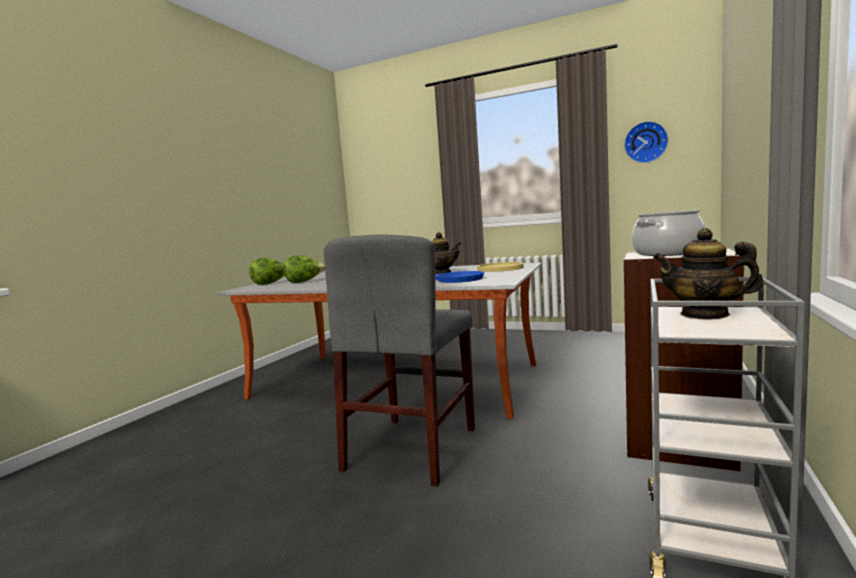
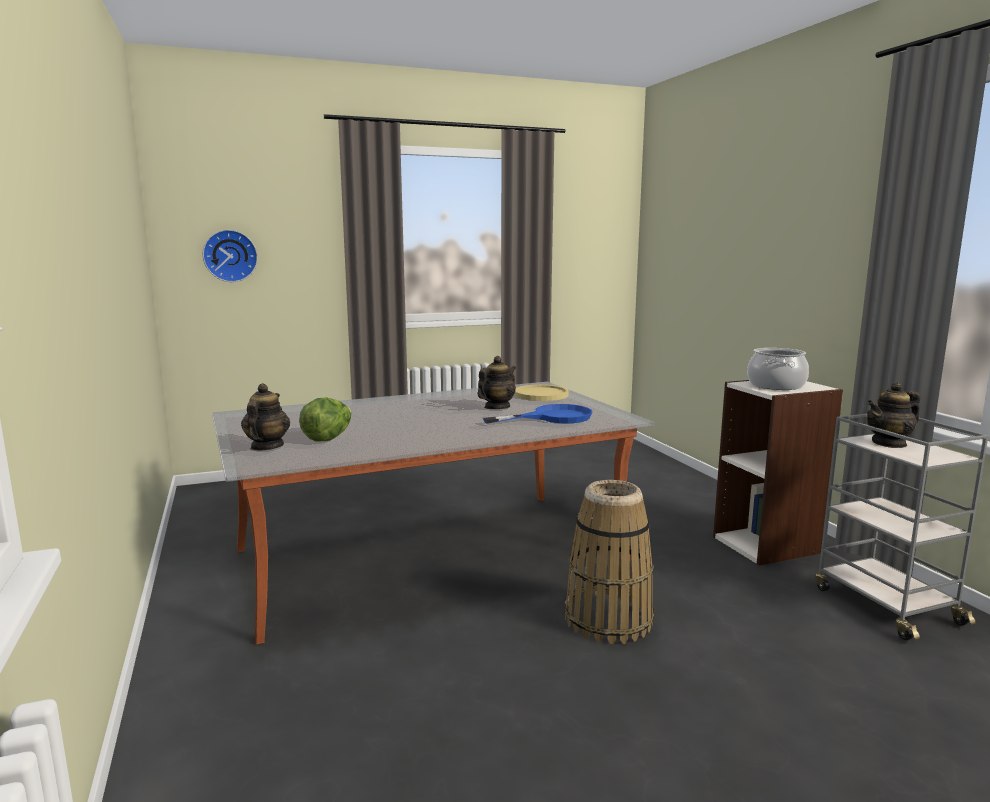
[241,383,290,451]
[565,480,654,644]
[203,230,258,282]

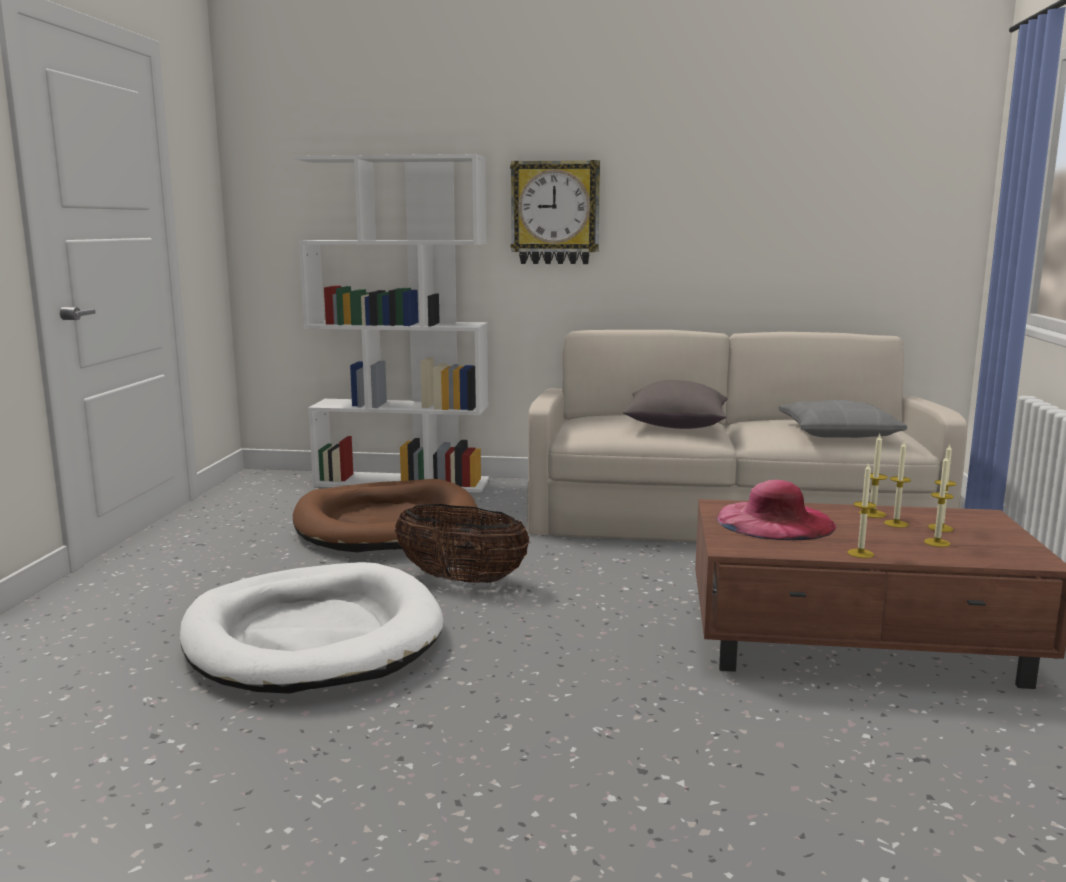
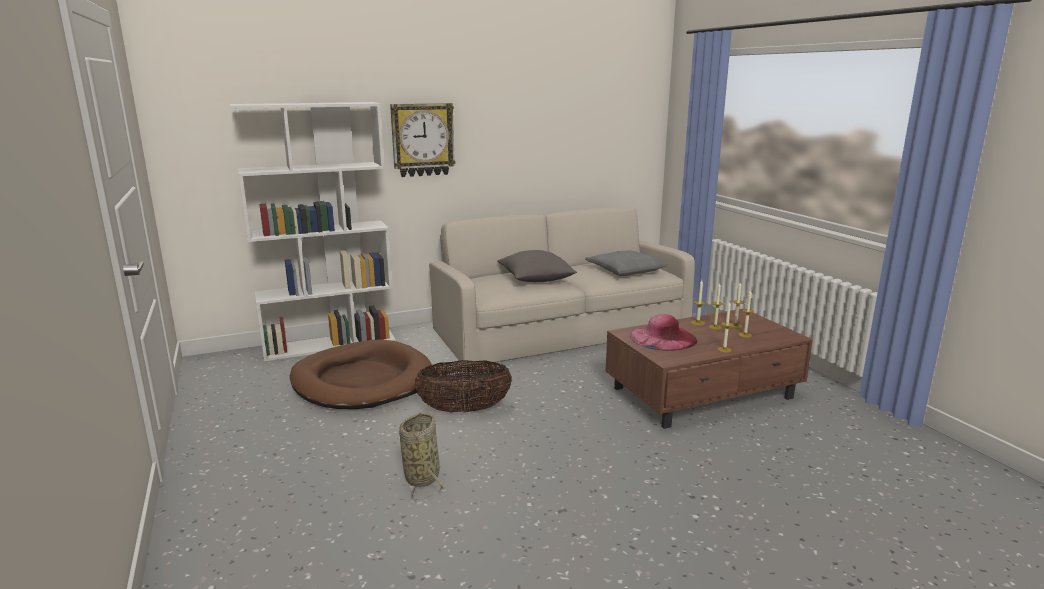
[399,412,446,500]

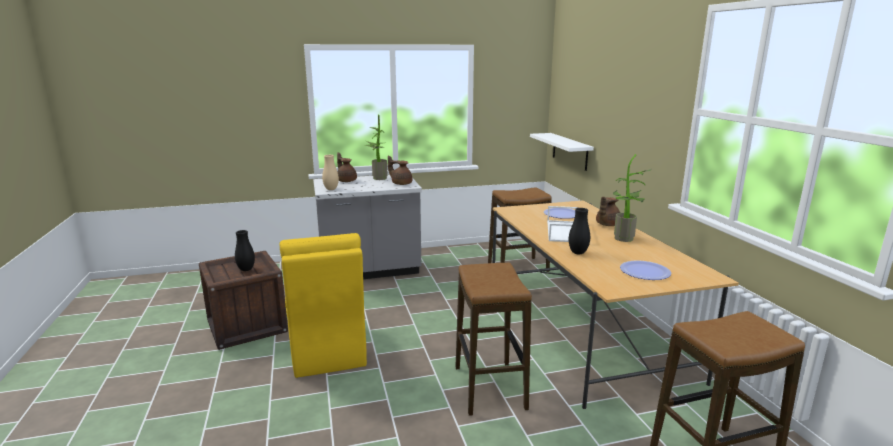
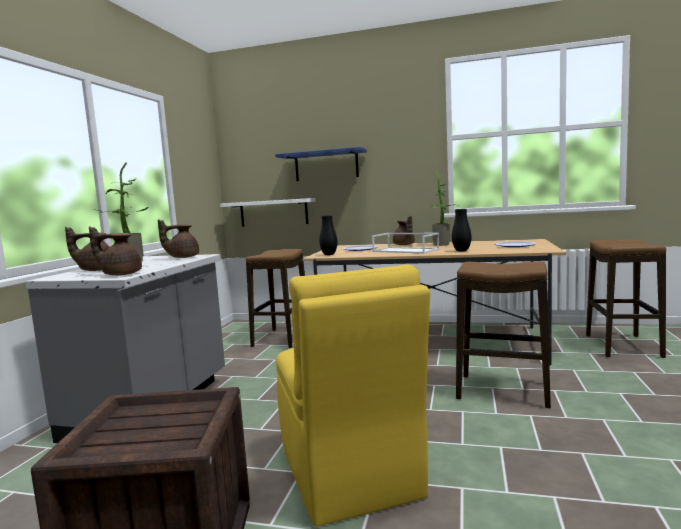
[319,215,337,255]
[276,264,430,527]
[89,226,142,275]
[275,147,367,181]

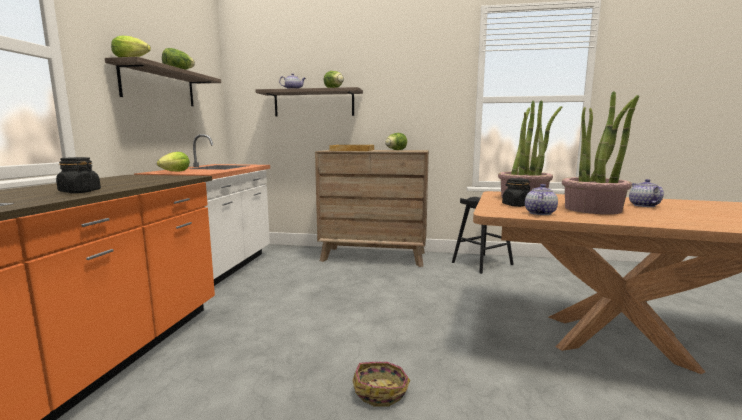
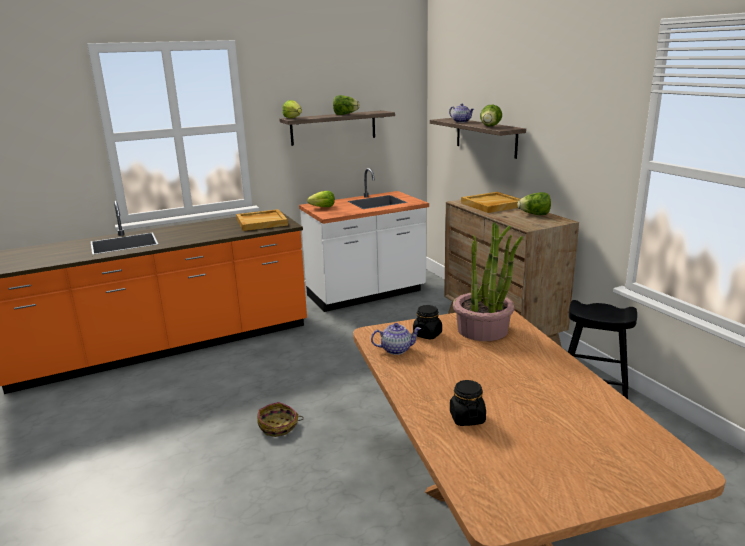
[450,380,486,426]
[562,91,639,214] (first image)
[629,179,664,207] (first image)
[236,209,288,231]

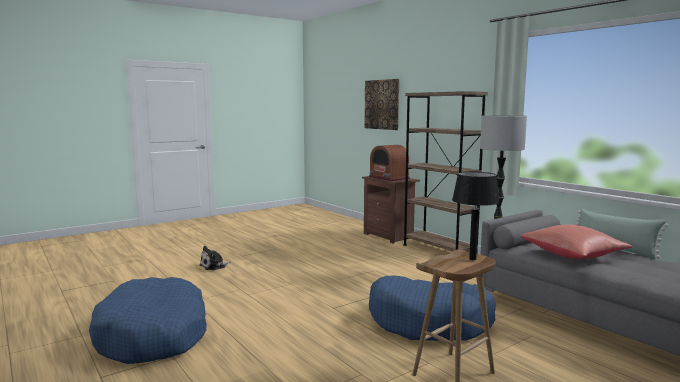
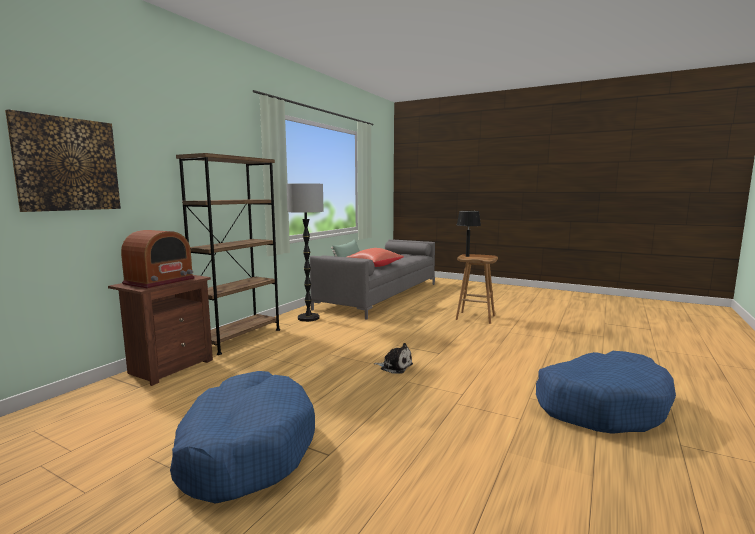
[374,343,413,374]
[170,371,315,504]

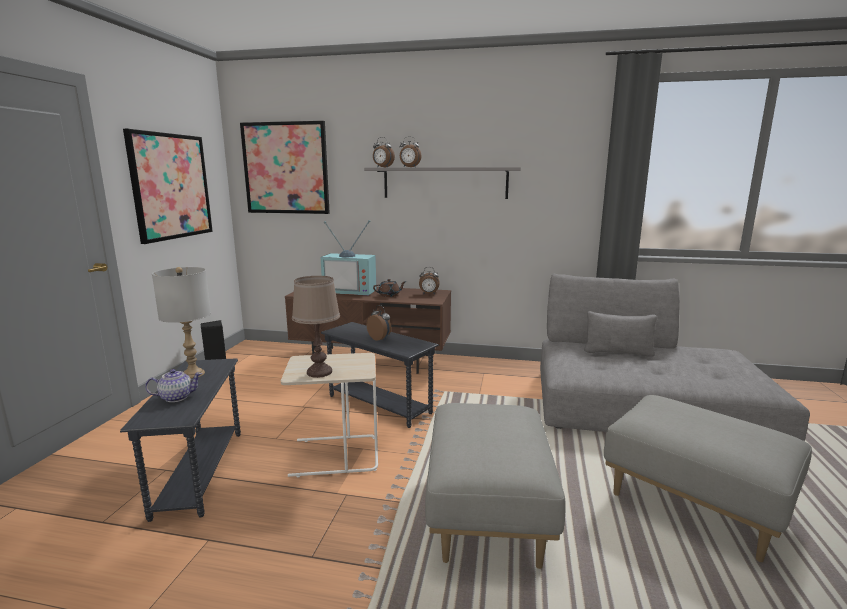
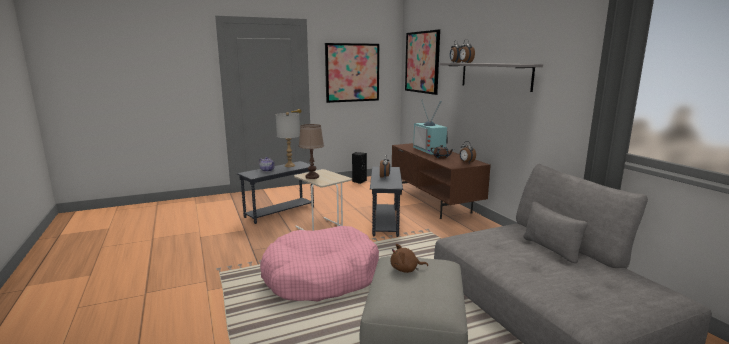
[260,226,379,301]
[391,244,428,273]

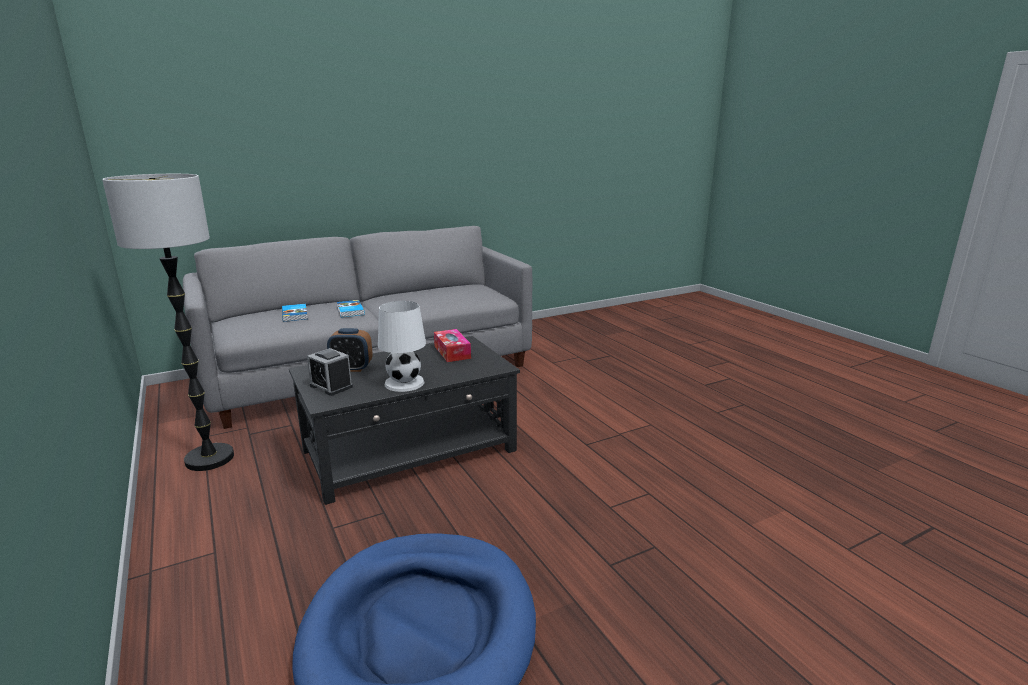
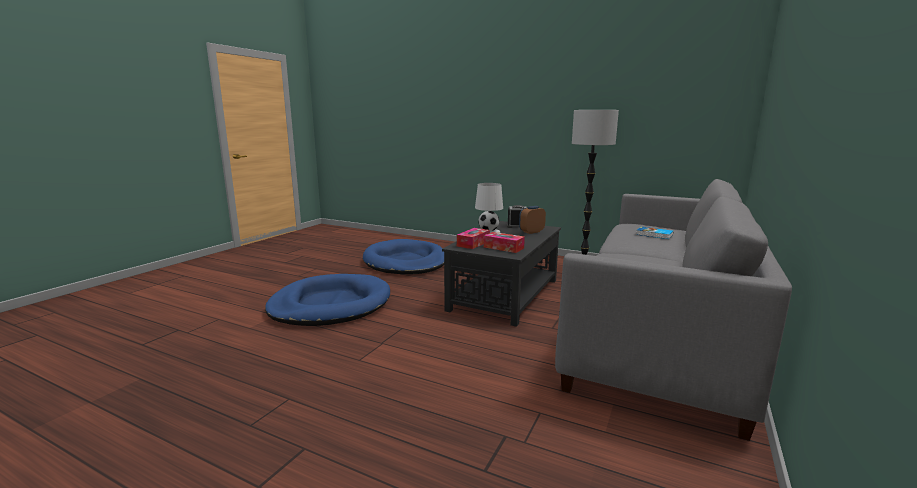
[337,300,365,317] (first image)
[265,274,390,326]
[457,228,490,249]

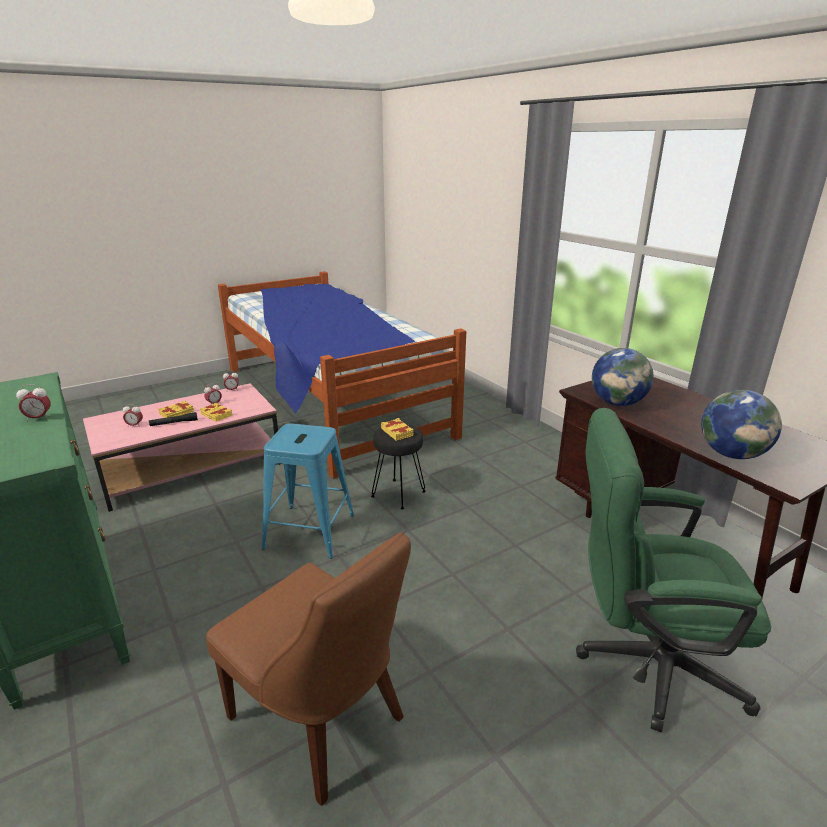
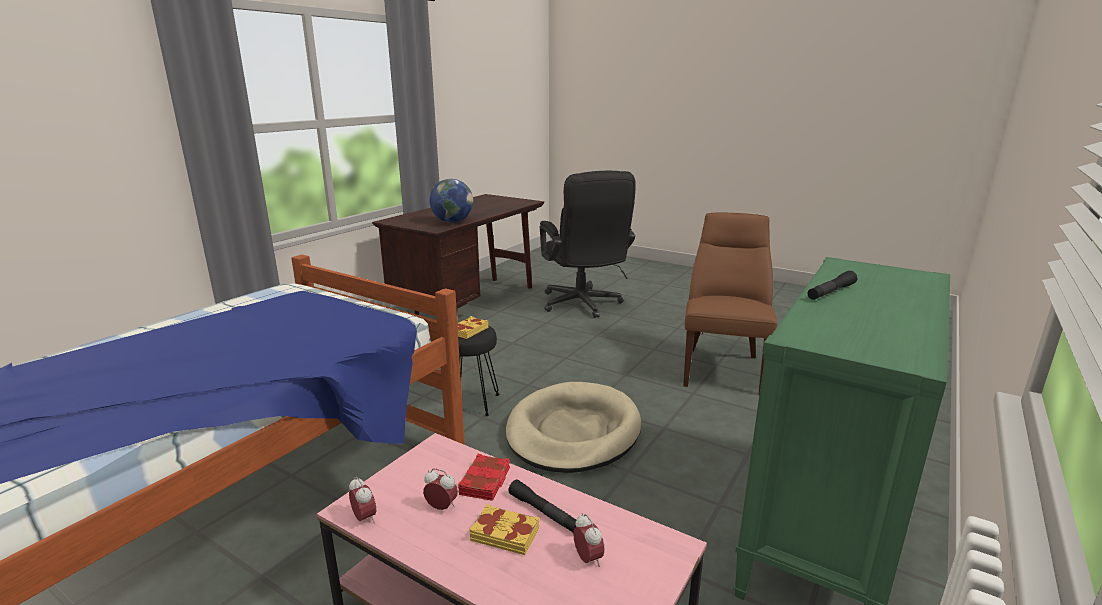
[807,271,857,300]
[458,454,510,501]
[506,382,642,473]
[540,171,636,318]
[701,390,782,459] (first image)

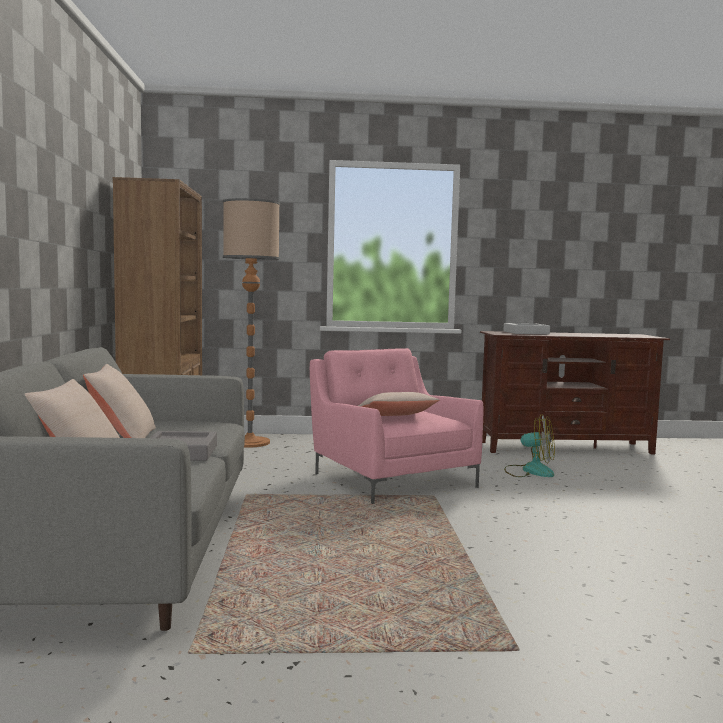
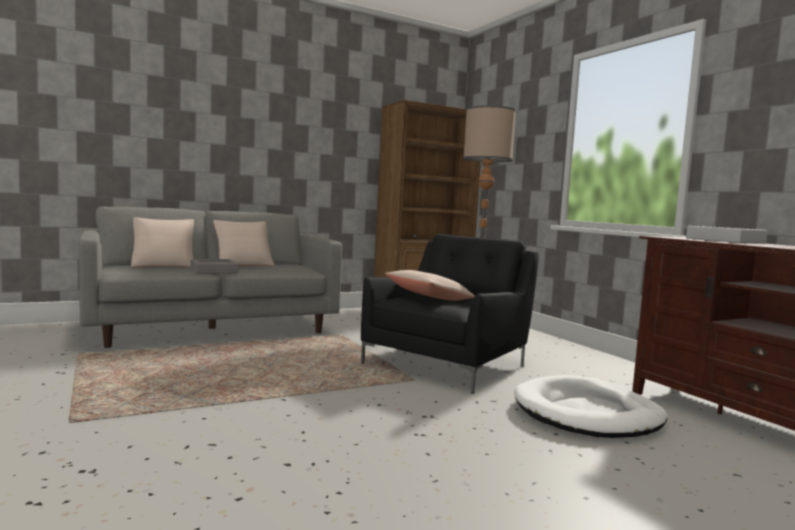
[361,234,539,394]
[514,375,668,438]

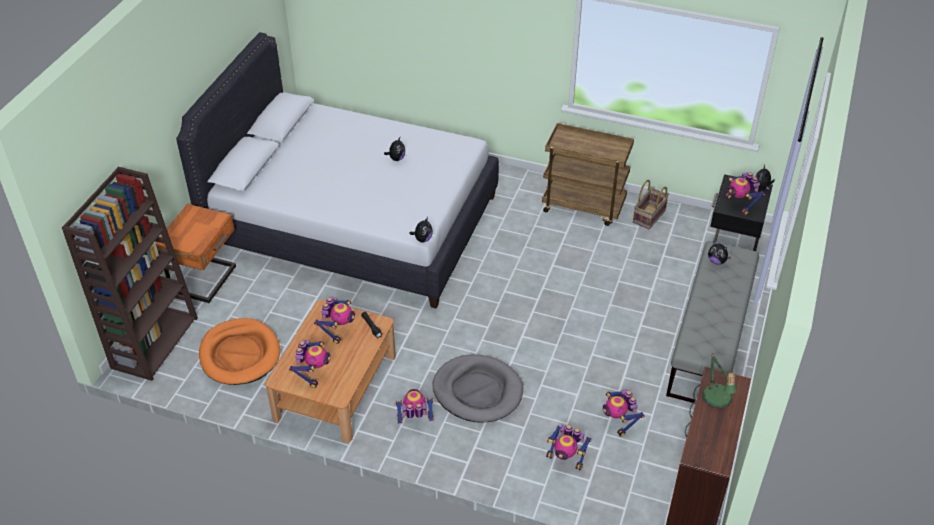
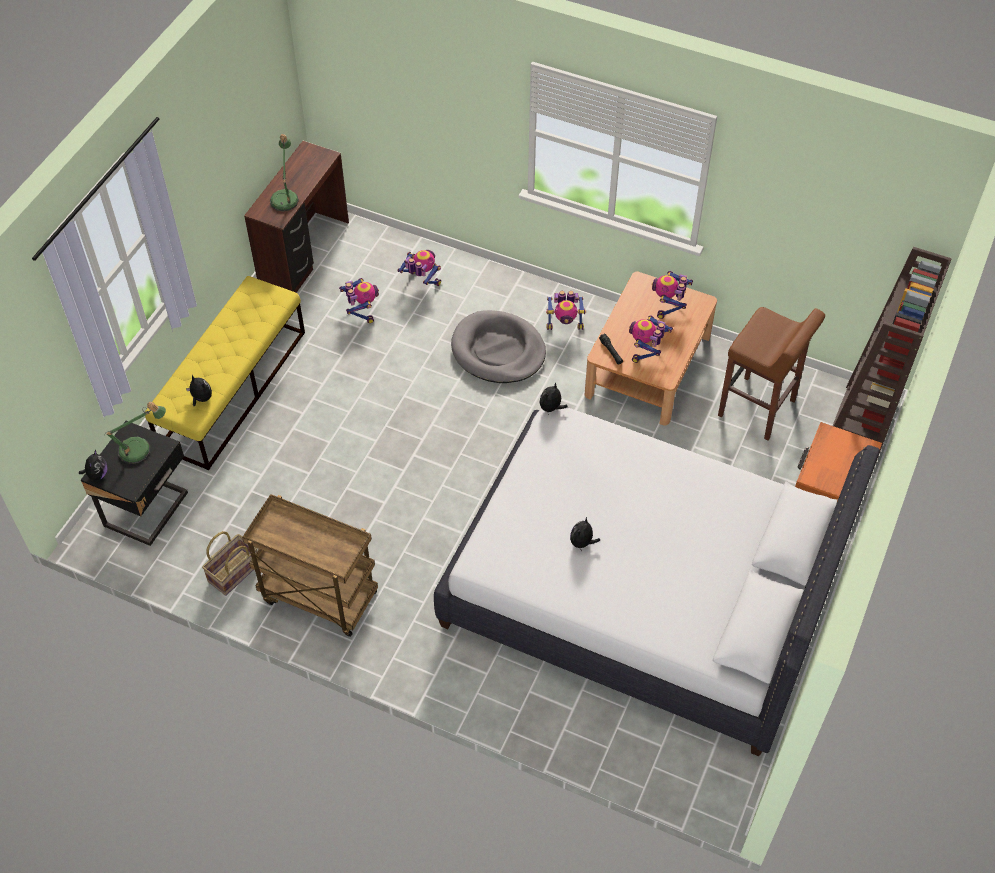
[718,307,825,440]
[145,276,305,470]
[104,402,166,464]

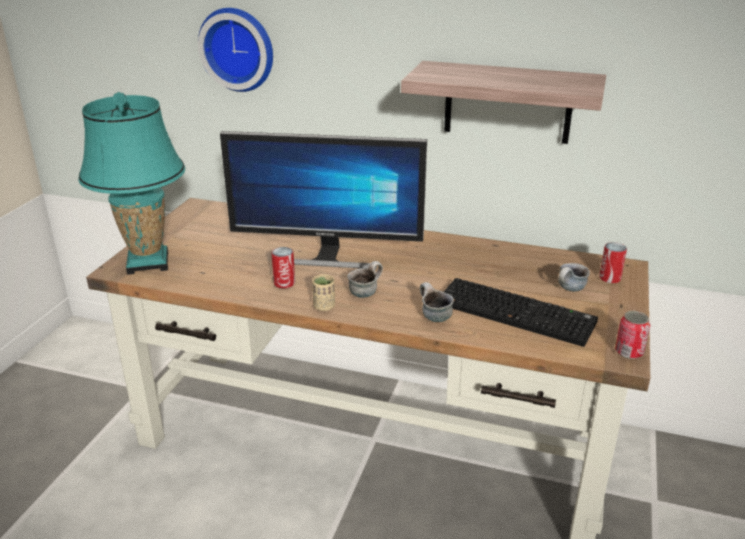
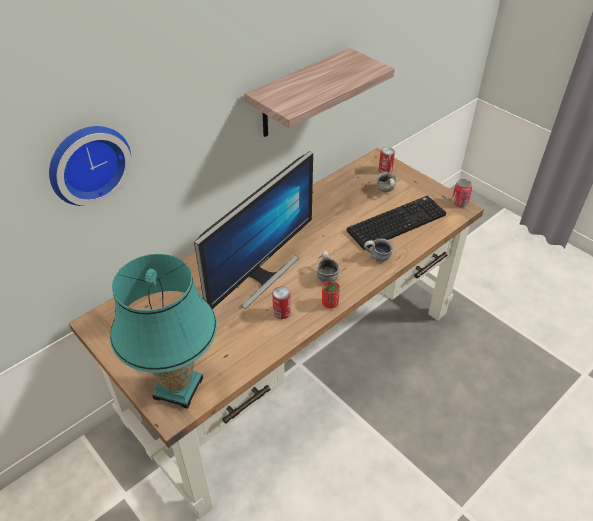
[322,281,340,309]

